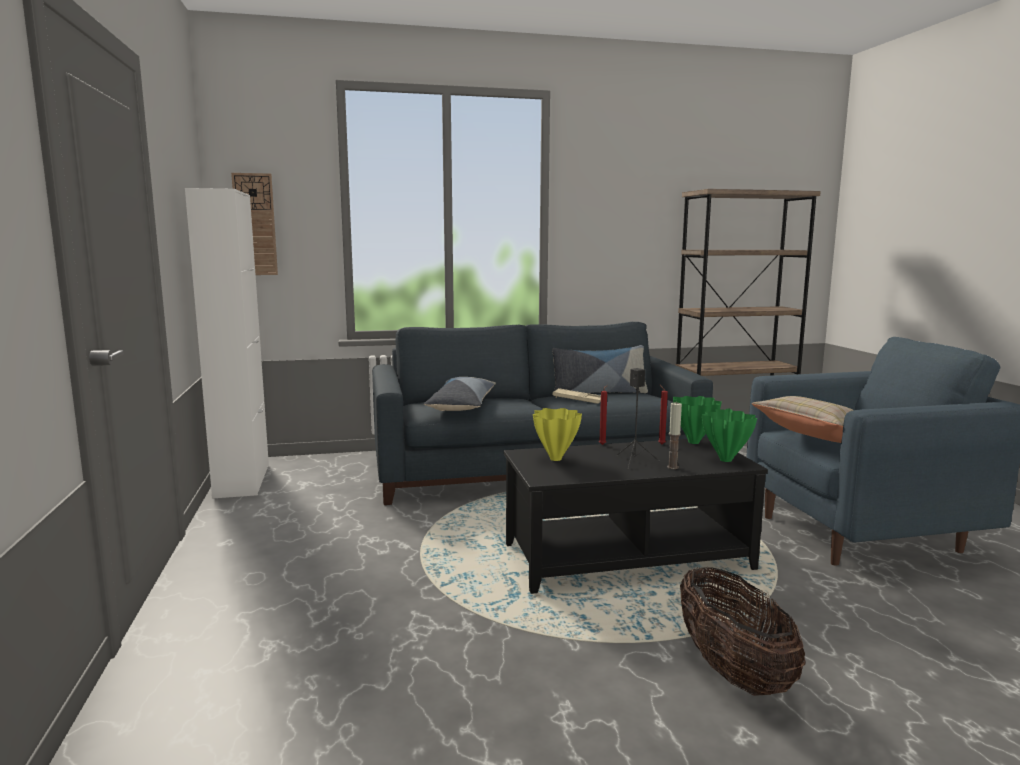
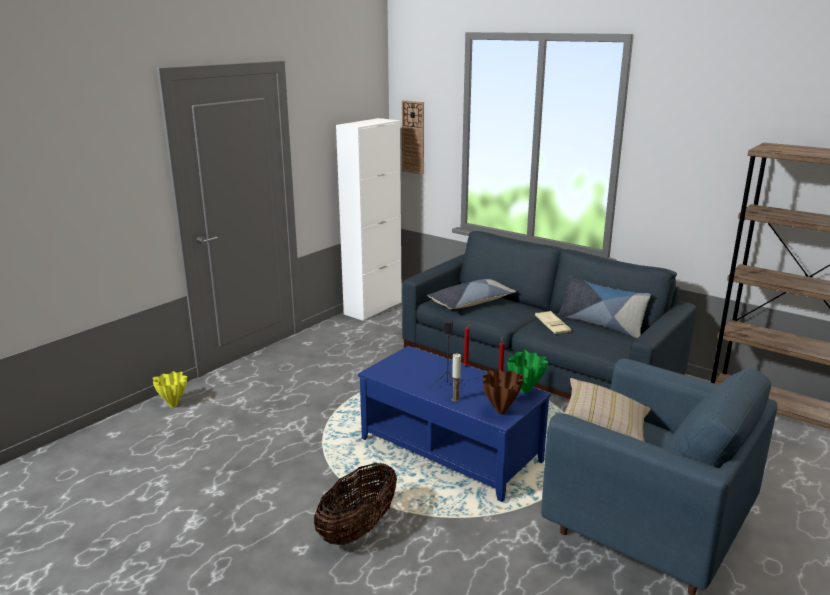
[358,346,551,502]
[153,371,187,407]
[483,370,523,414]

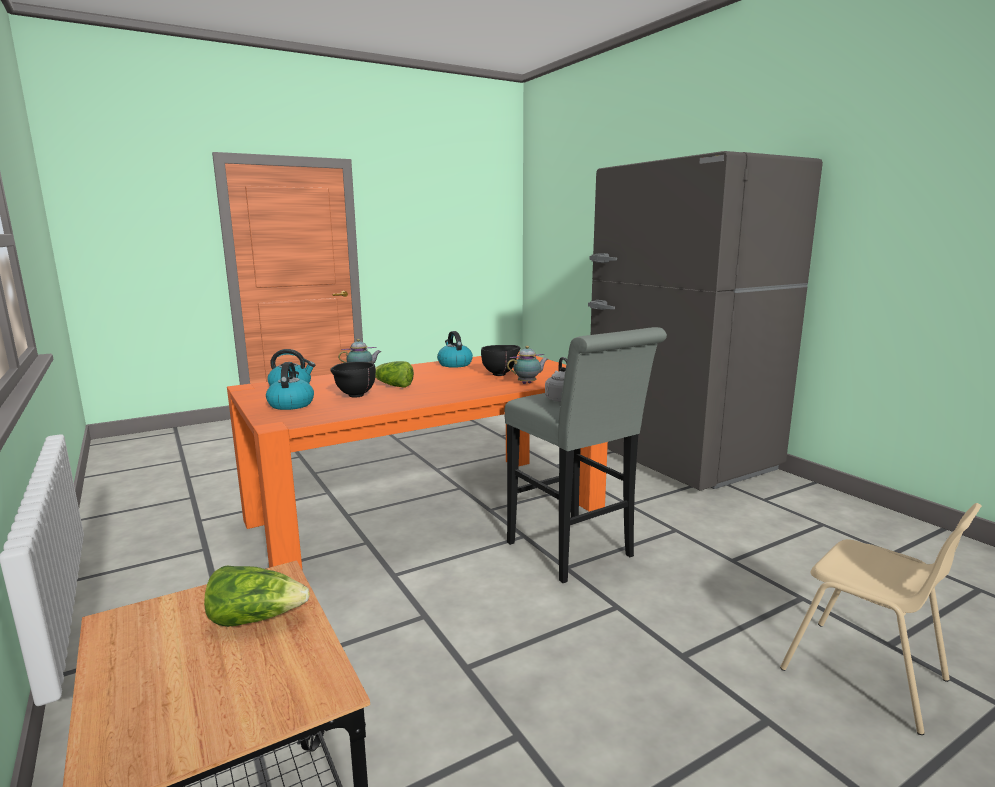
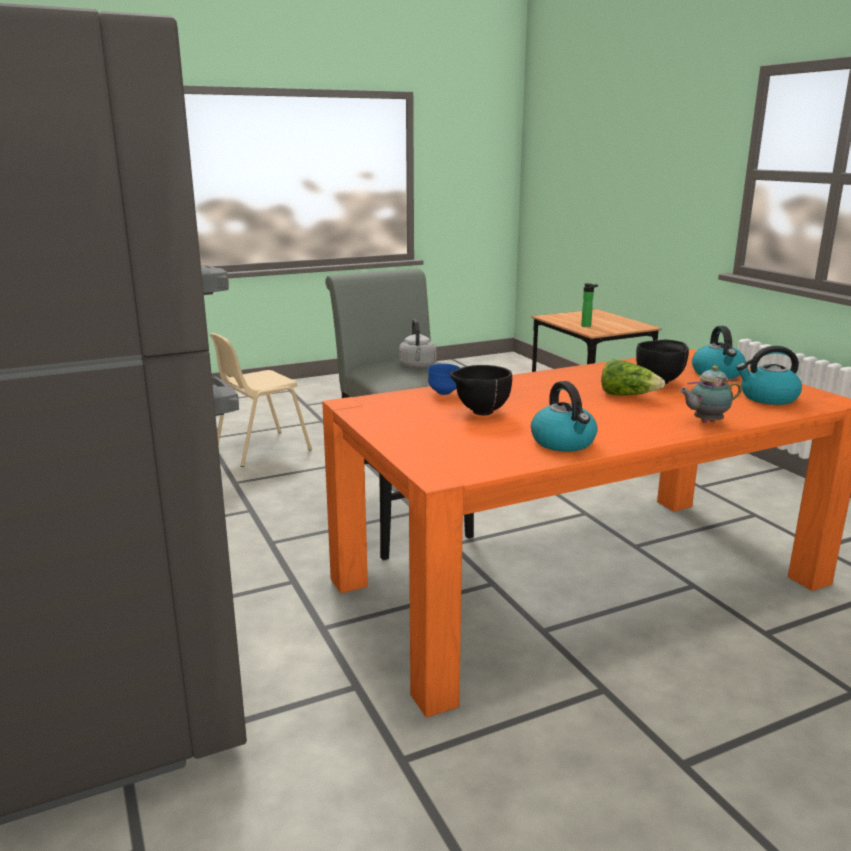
[581,283,598,327]
[428,364,460,395]
[210,333,312,467]

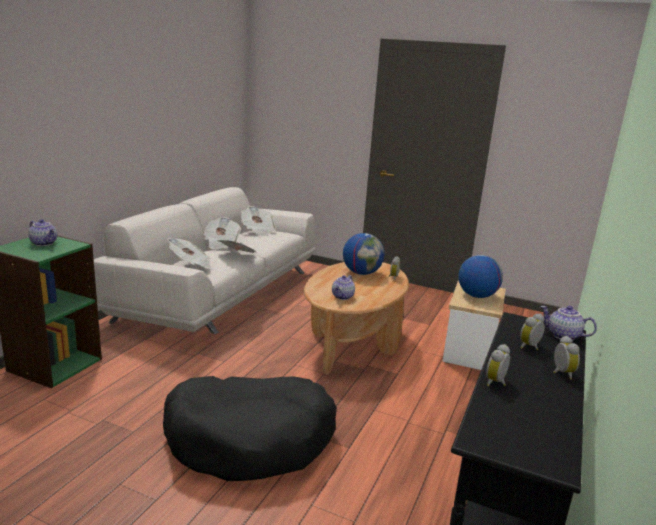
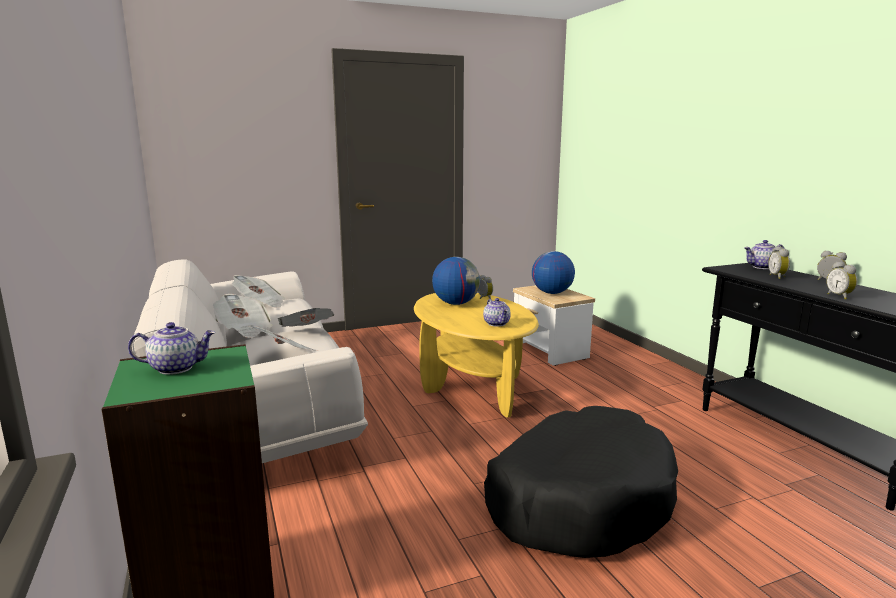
[414,293,539,418]

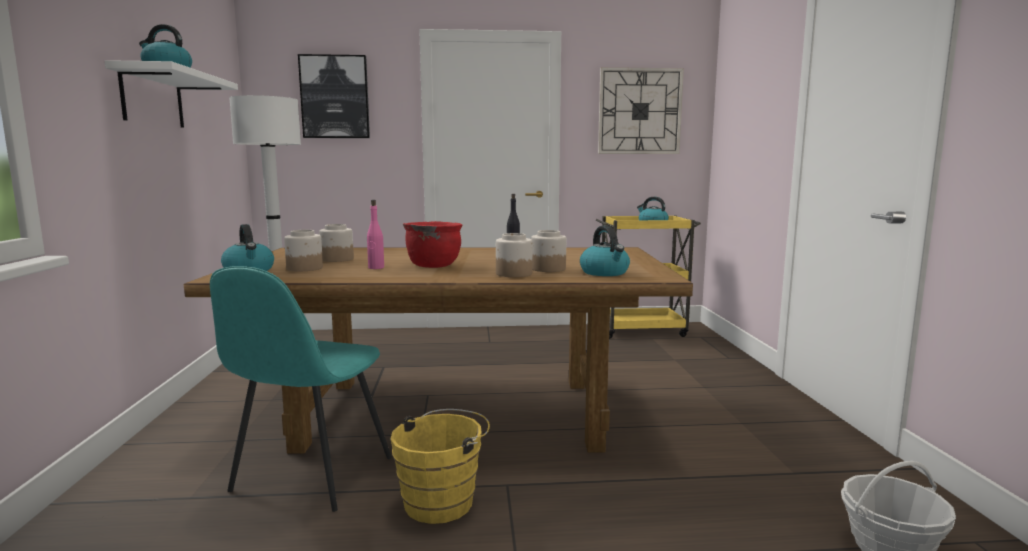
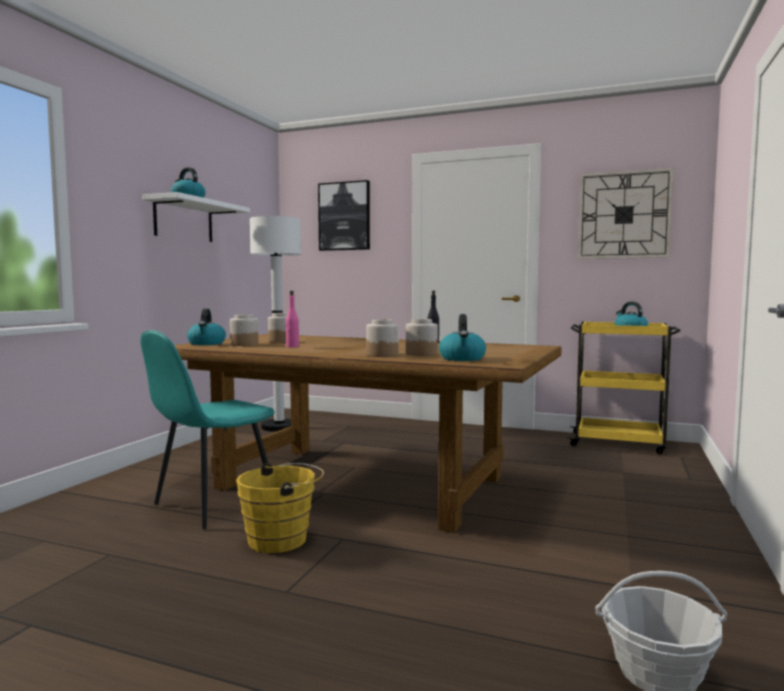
[403,221,462,268] (first image)

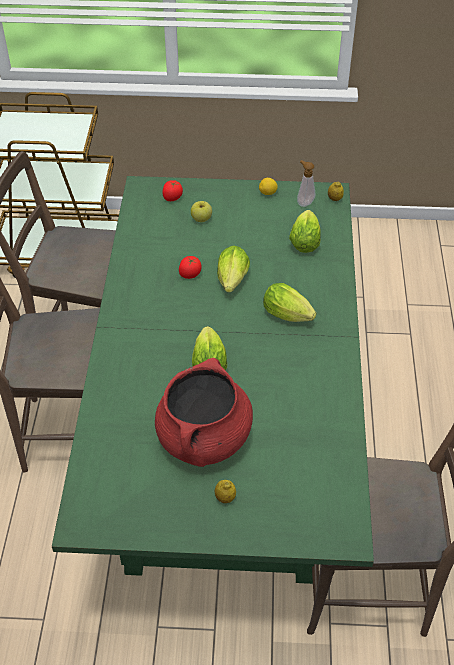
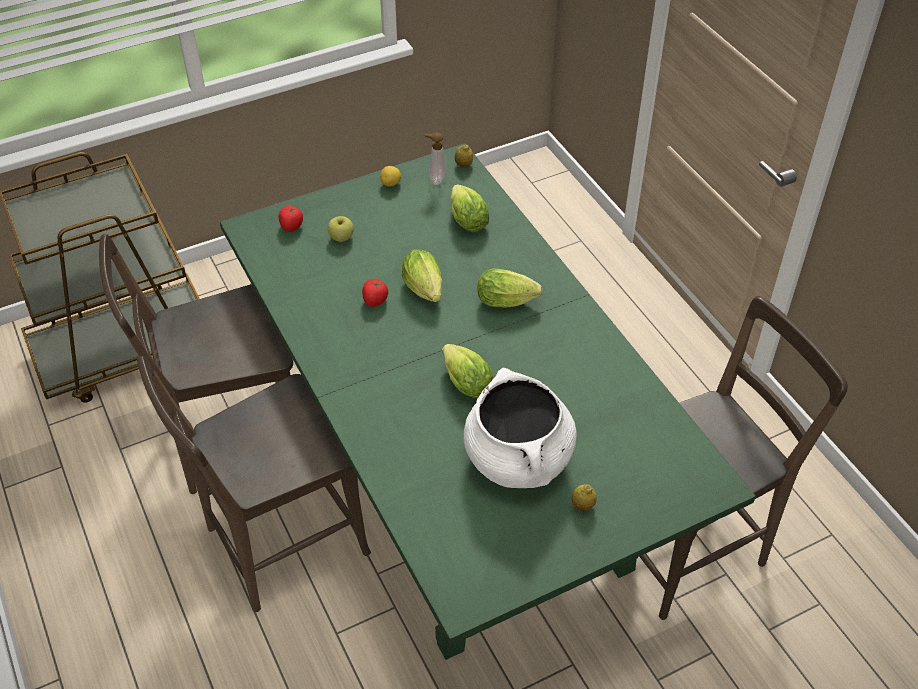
[464,368,577,488]

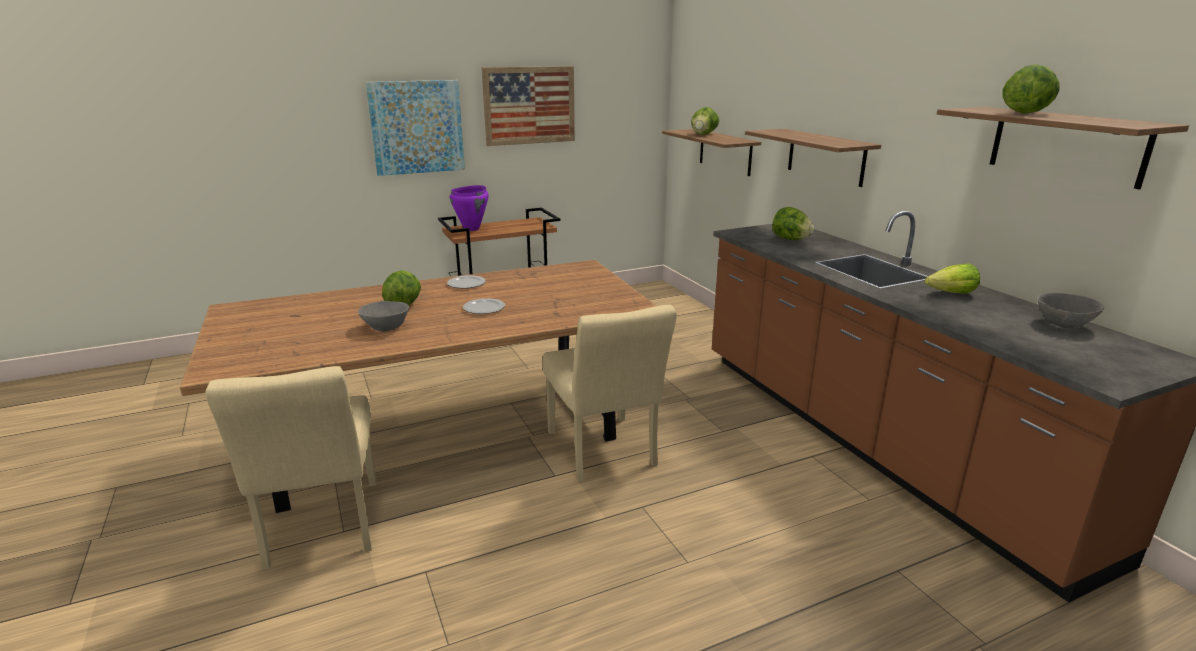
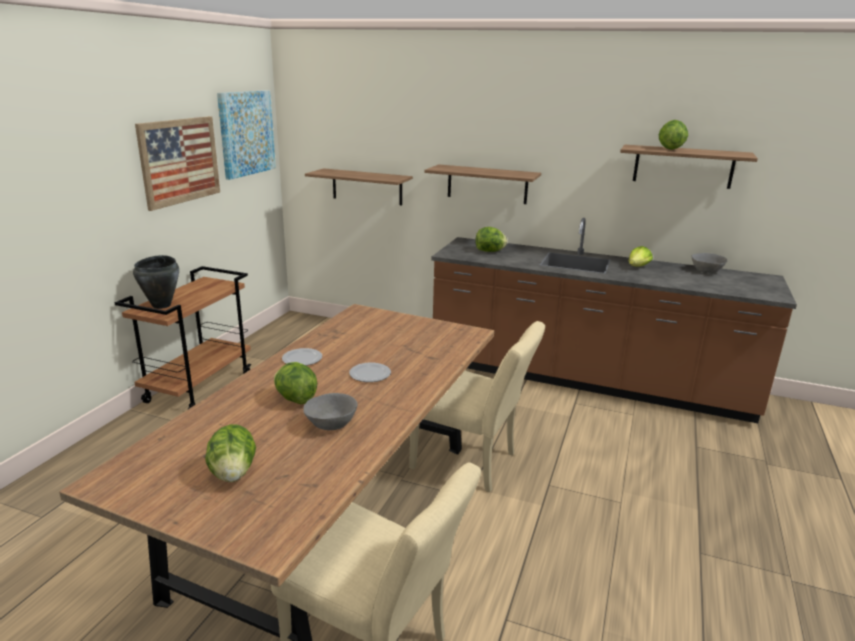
[217,90,276,180]
[133,255,179,309]
[205,424,256,482]

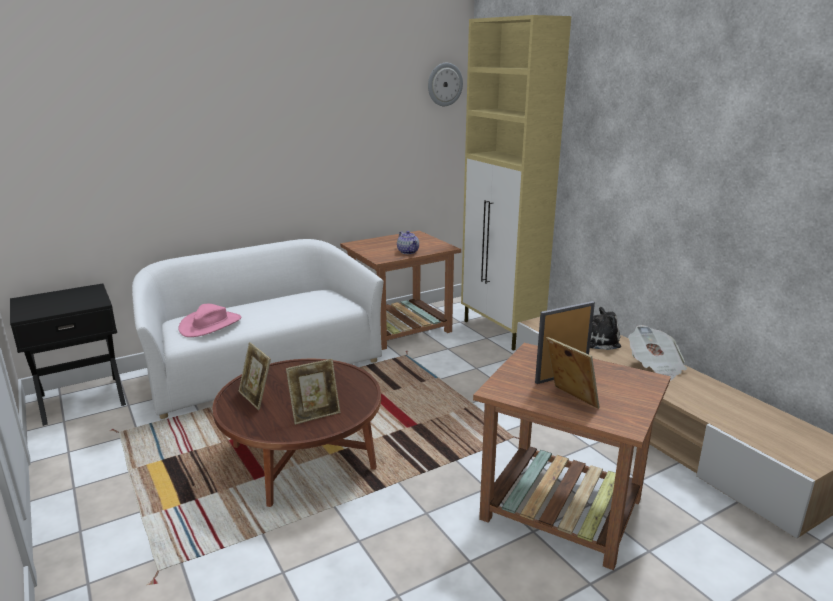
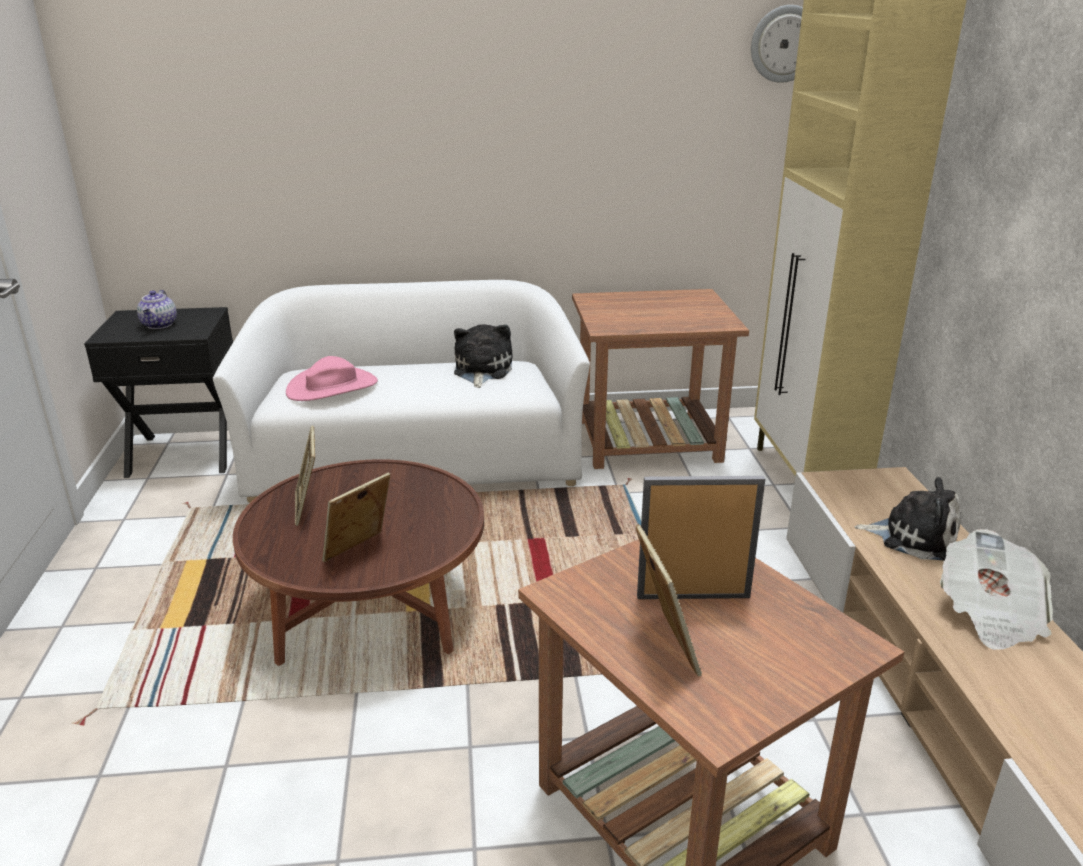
[322,472,390,562]
[137,290,177,329]
[454,324,512,388]

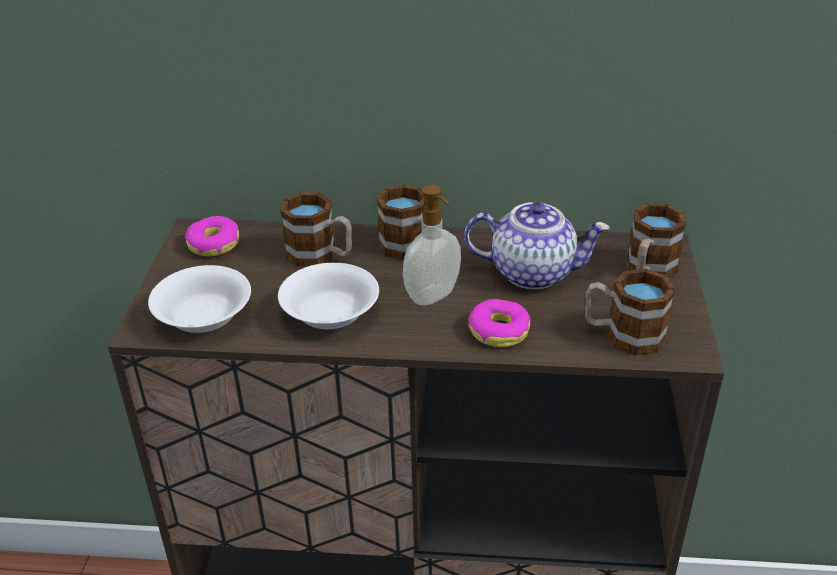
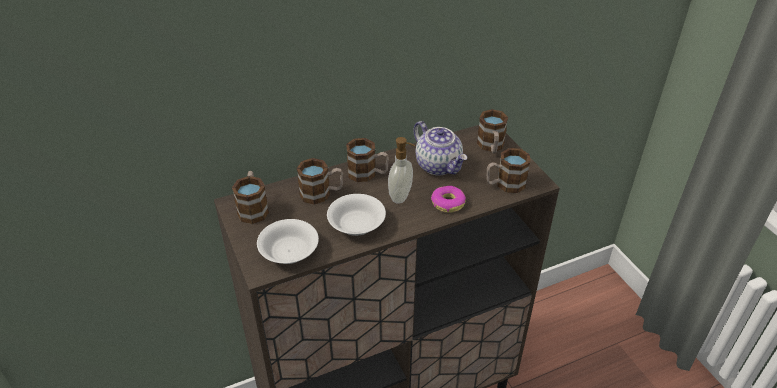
[232,171,269,224]
[414,121,467,175]

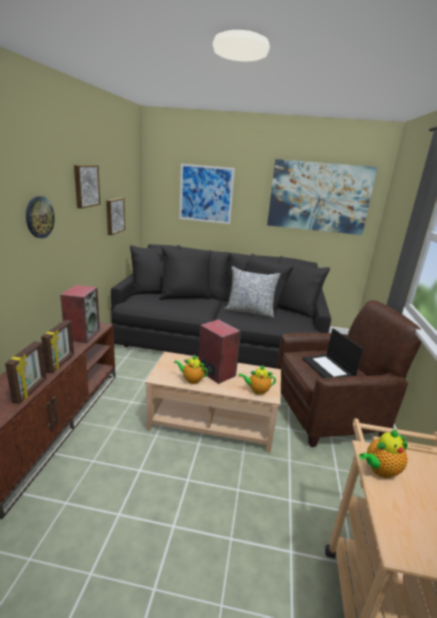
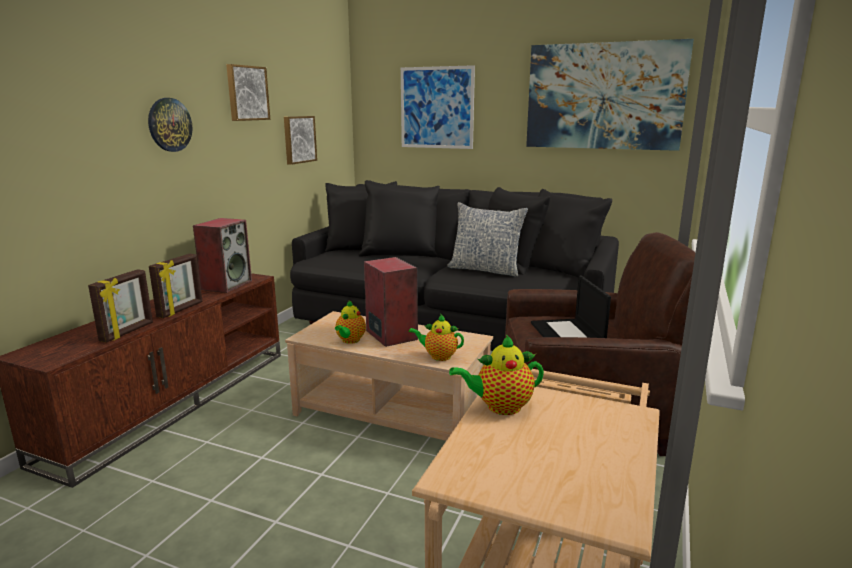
[335,300,366,344]

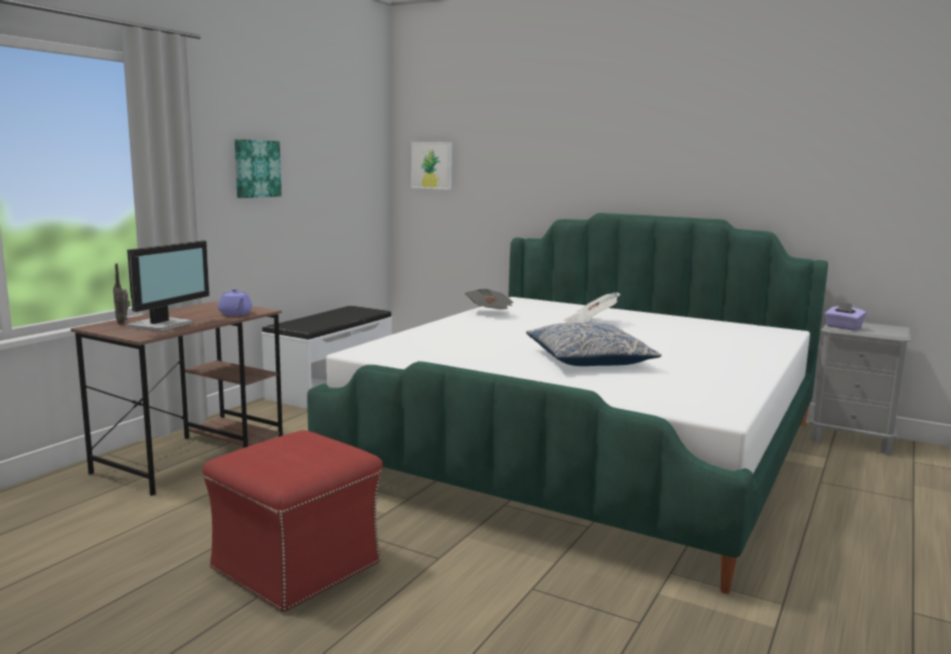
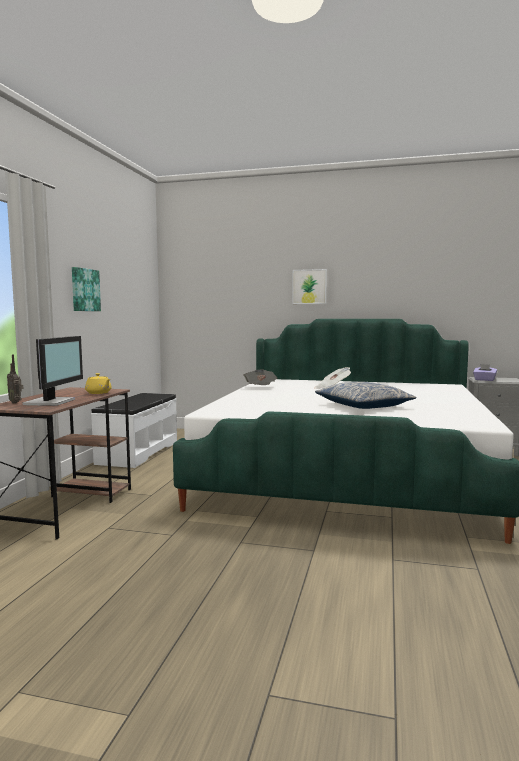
[202,430,383,612] (first image)
[85,373,112,394]
[292,269,327,304]

